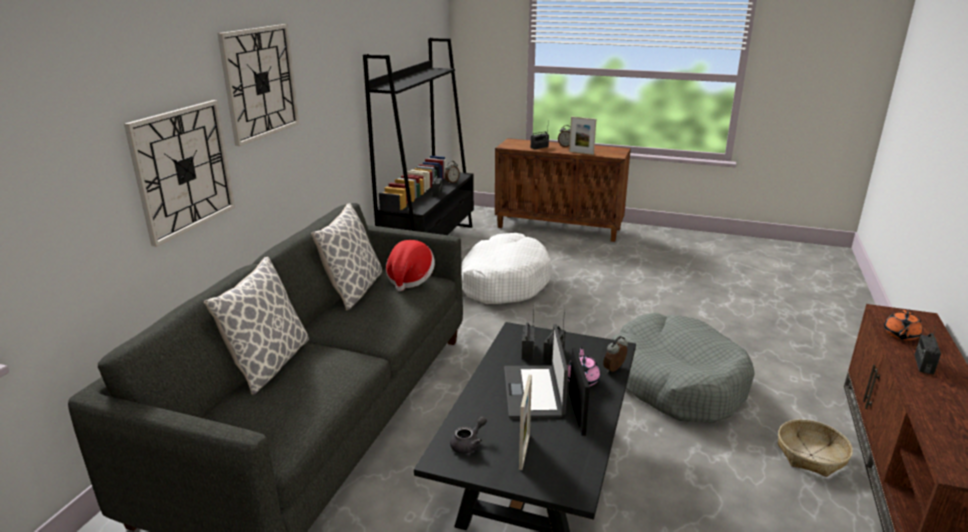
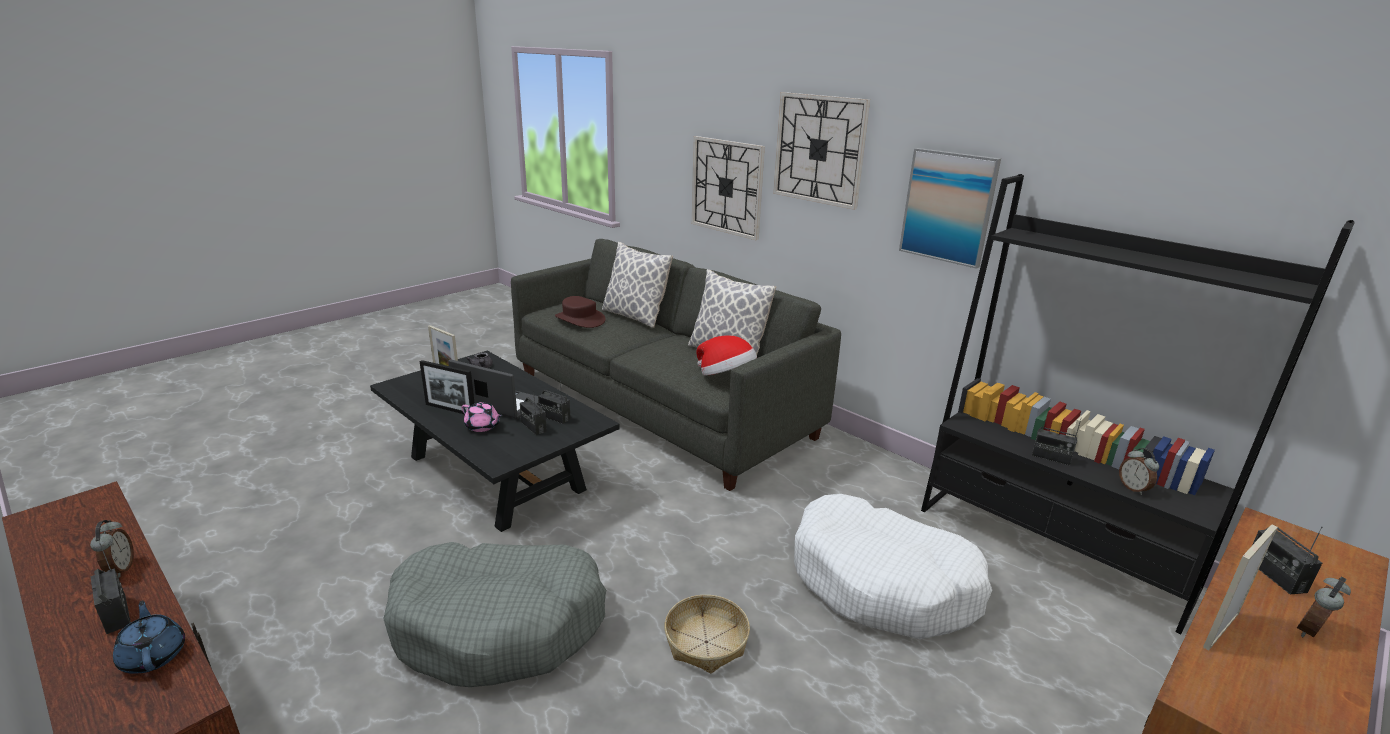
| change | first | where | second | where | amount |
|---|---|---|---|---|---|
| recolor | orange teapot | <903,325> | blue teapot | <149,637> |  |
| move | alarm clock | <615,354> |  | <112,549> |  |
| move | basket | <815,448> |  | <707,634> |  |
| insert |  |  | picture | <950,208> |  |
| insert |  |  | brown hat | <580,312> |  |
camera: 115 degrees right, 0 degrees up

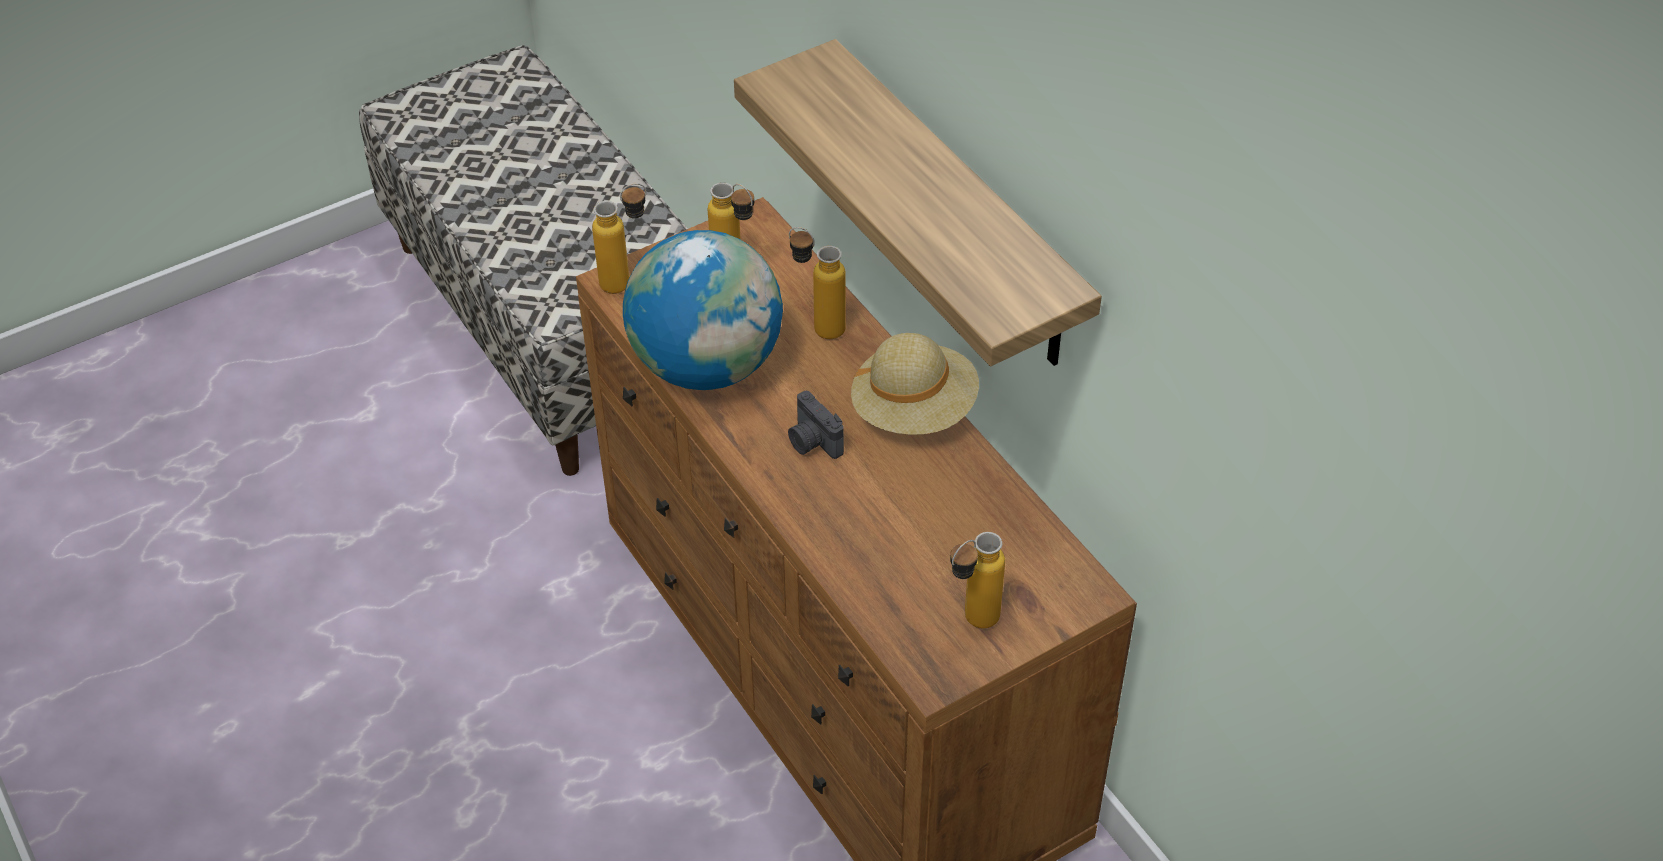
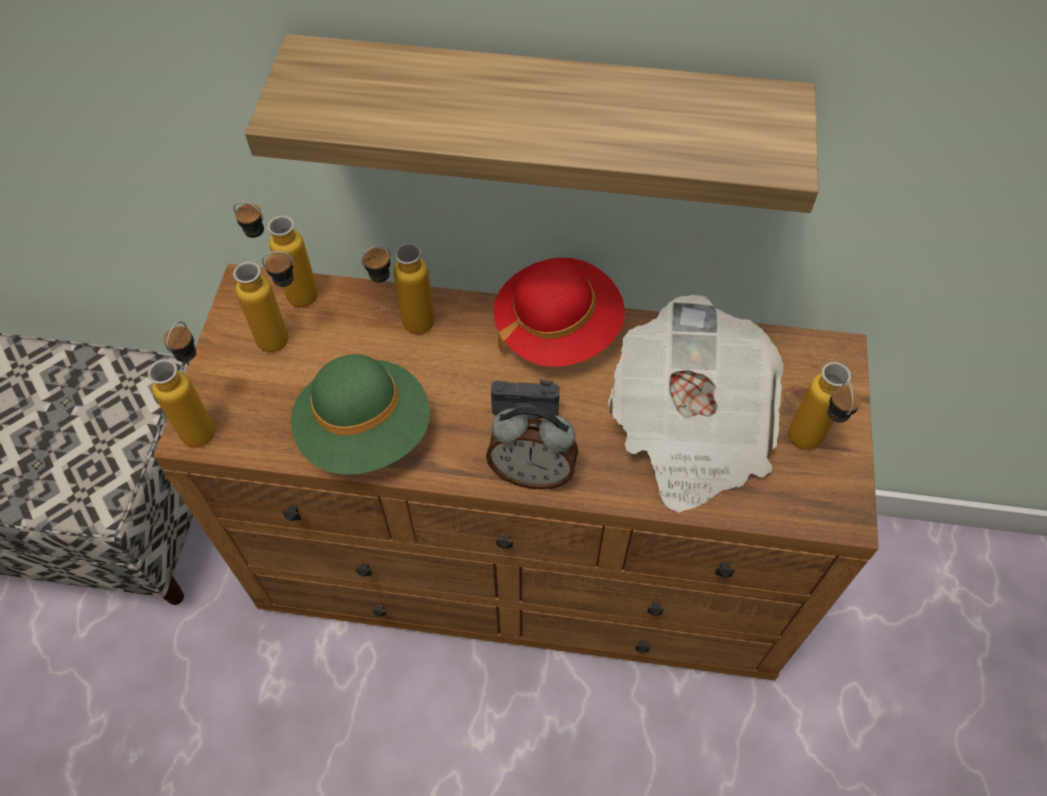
| change | first | where | second | where | amount |
|---|---|---|---|---|---|
| replace | globe | <703,310> | green hat | <360,414> |  |
| recolor | beige hat | <915,384> | red hat | <559,312> |  |
| insert |  |  | bottle | <275,254> |  |
| insert |  |  | newspaper | <696,404> |  |
| insert |  |  | alarm clock | <532,448> |  |
camera: 50 degrees left, 10 degrees up

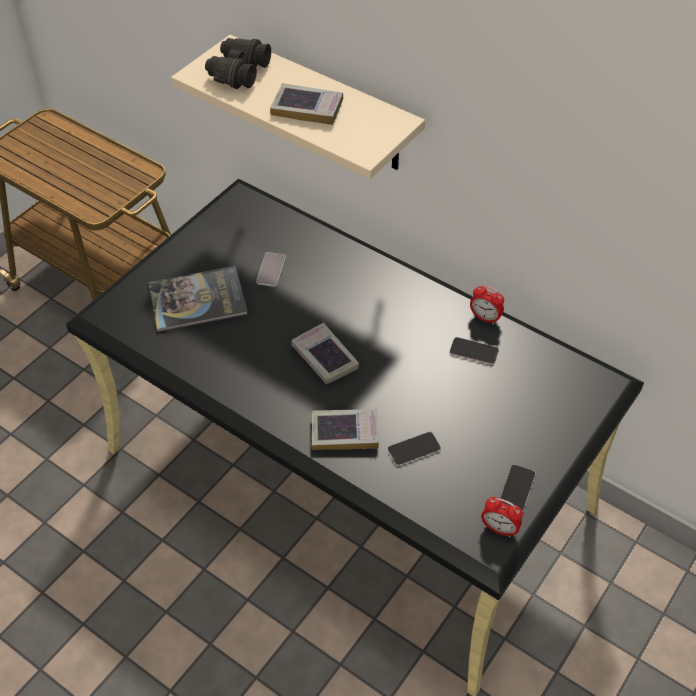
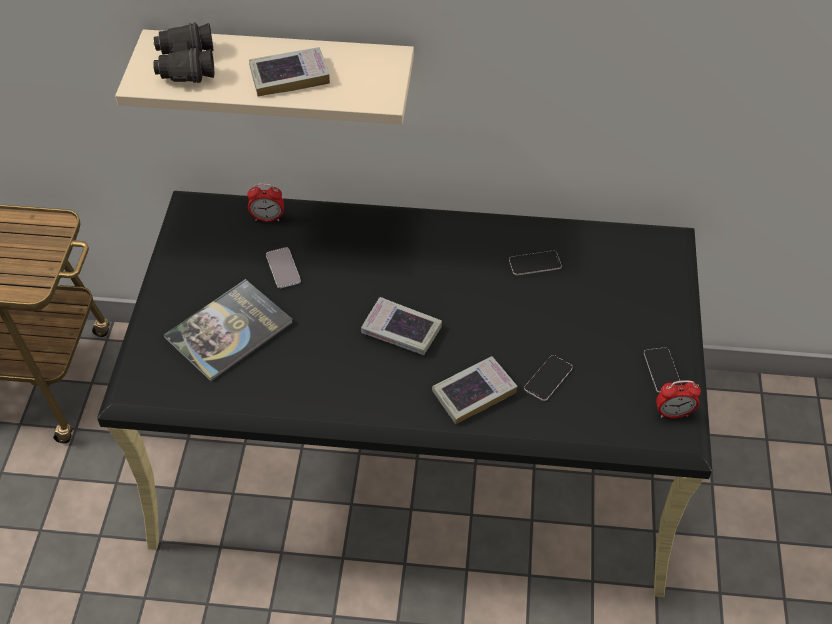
| change | first | where | second | where | amount |
|---|---|---|---|---|---|
| move | alarm clock | <487,305> |  | <265,202> |  |
camera: 30 degrees left, 0 degrees up

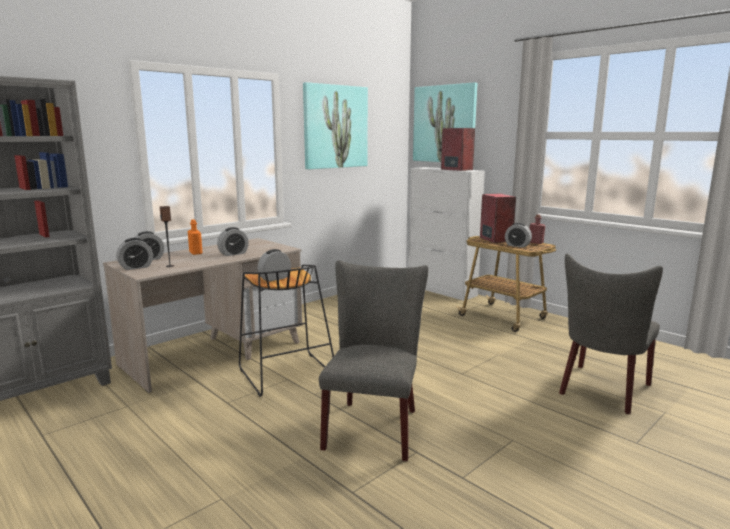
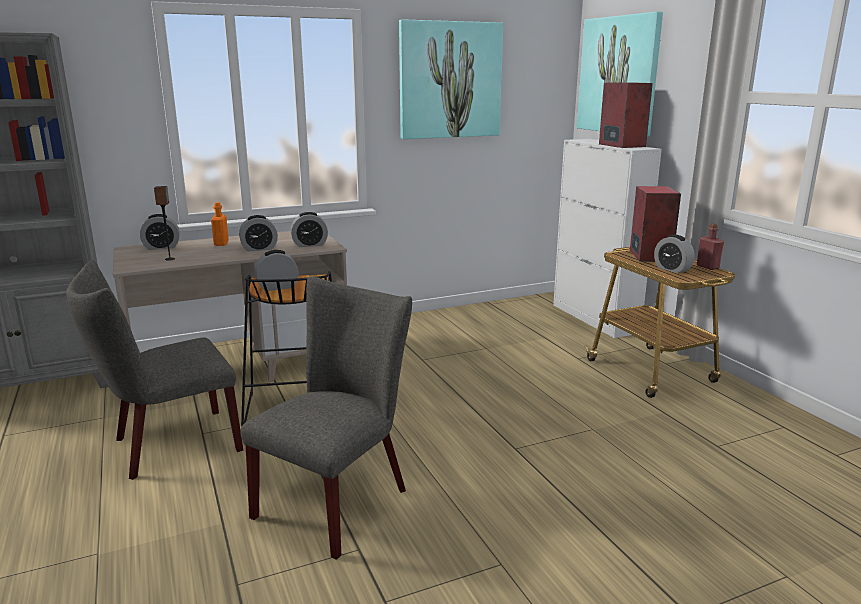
| change | first | where | second | where | amount |
|---|---|---|---|---|---|
| move | alarm clock | <134,254> |  | <309,229> |  |
| move | grey chair | <611,333> |  | <154,370> |  |
camera: 20 degrees right, 5 degrees up

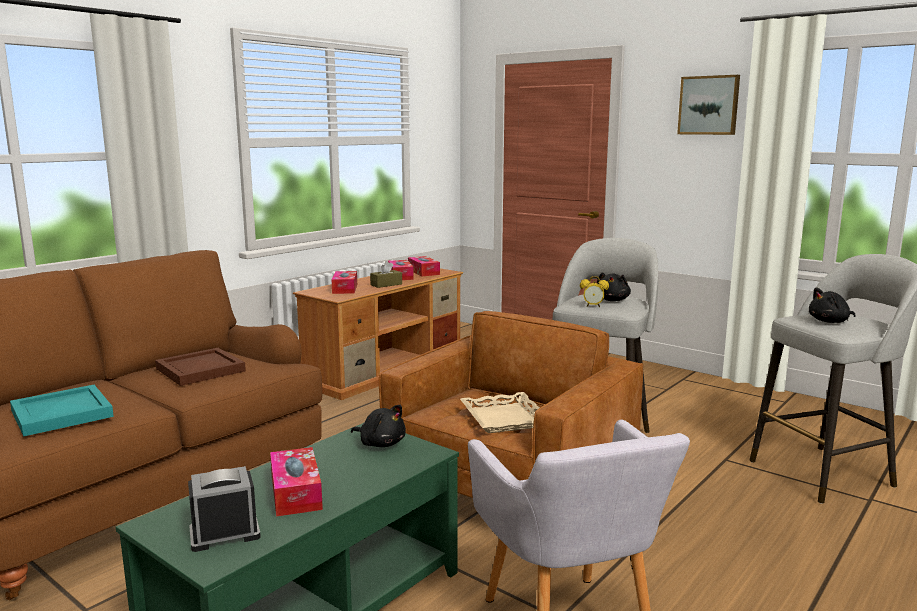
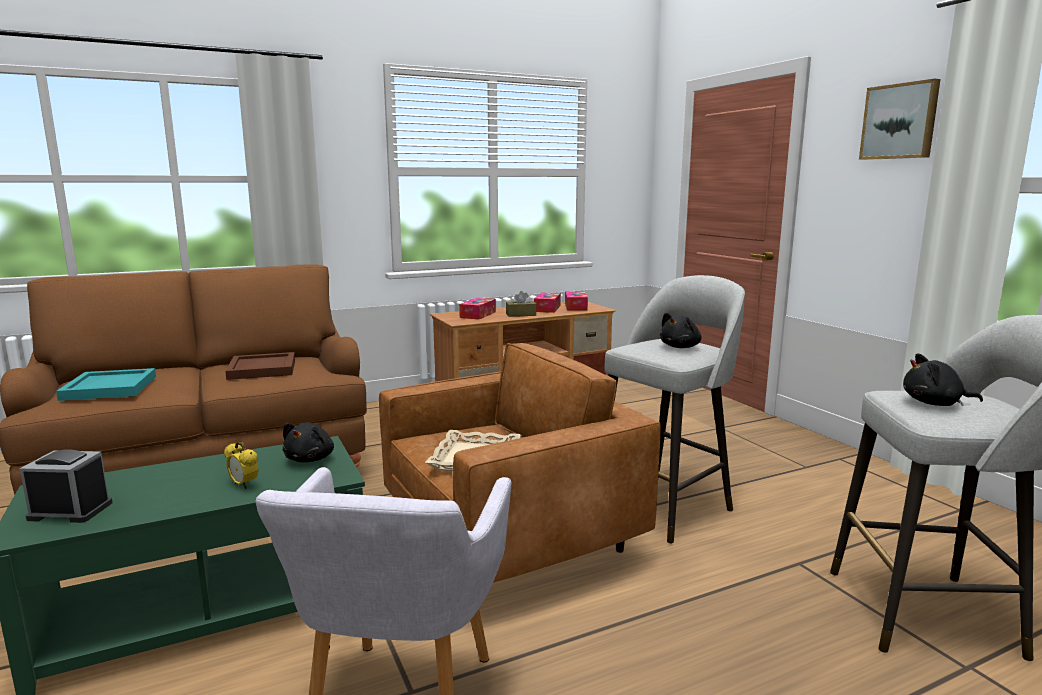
| change | first | where | second | where | amount |
|---|---|---|---|---|---|
| move | alarm clock | <594,291> |  | <241,465> |  |
| rotate | black plush toy | <378,426> |  | <308,443> | 45 degrees clockwise |
| delete | tissue box | <296,482> |  |  |  |
camera: 25 degrees right, 0 degrees up

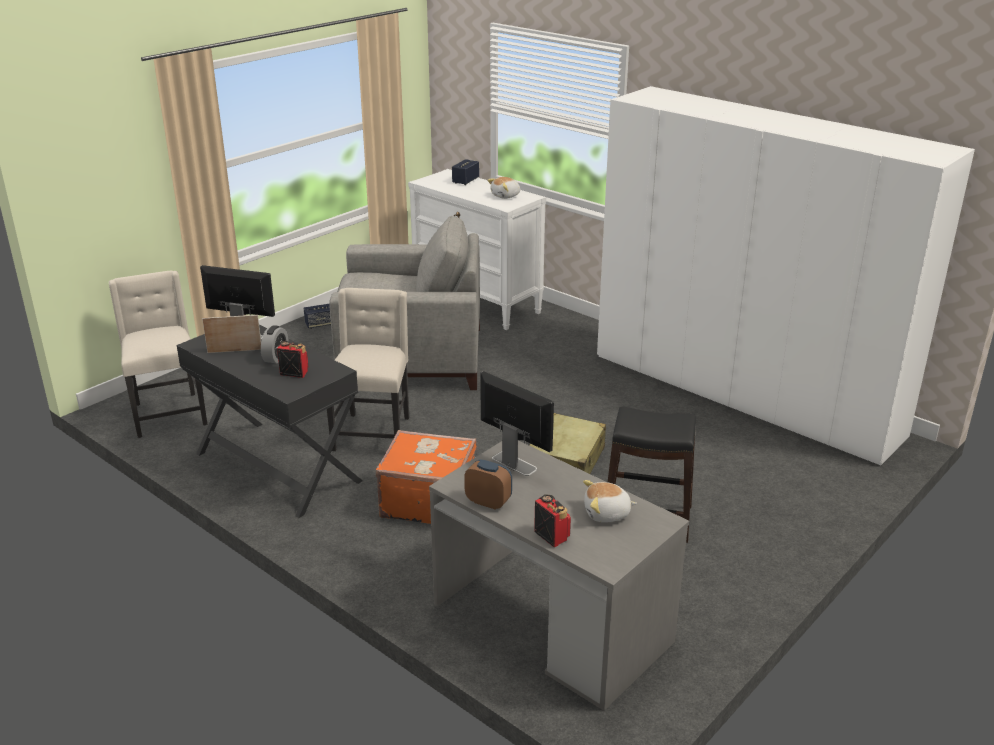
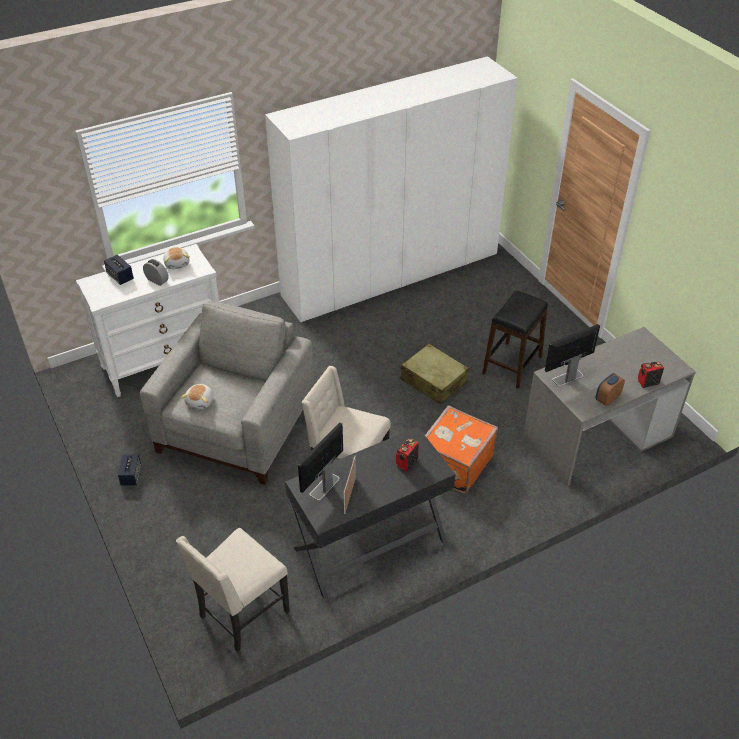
| change | first | where | second | where | amount |
|---|---|---|---|---|---|
| rotate | beige chair | <158,354> |  | <233,590> | 45 degrees counterclockwise |
| move | alarm clock | <274,344> |  | <156,272> |  |
| move | plush toy | <610,501> |  | <197,396> |  |
camera: 70 degrees left, 15 degrees up

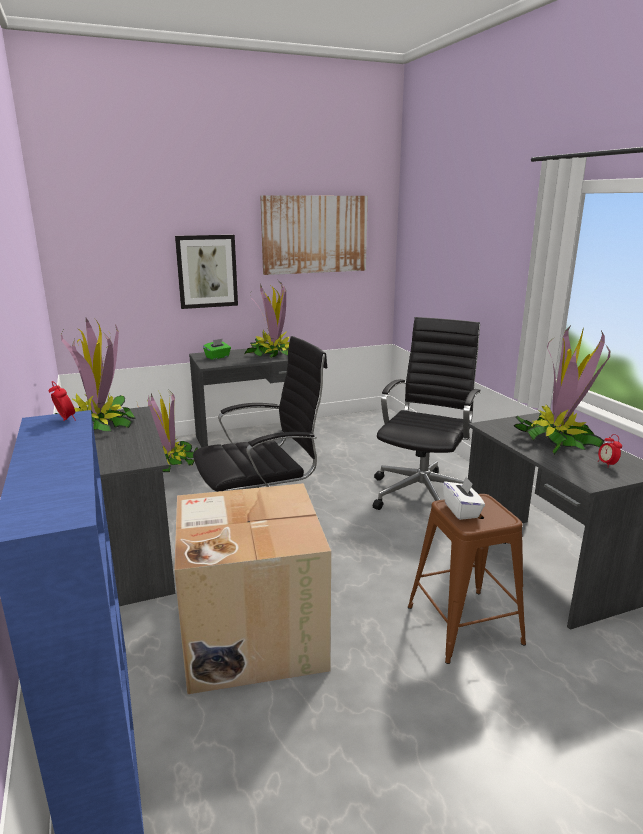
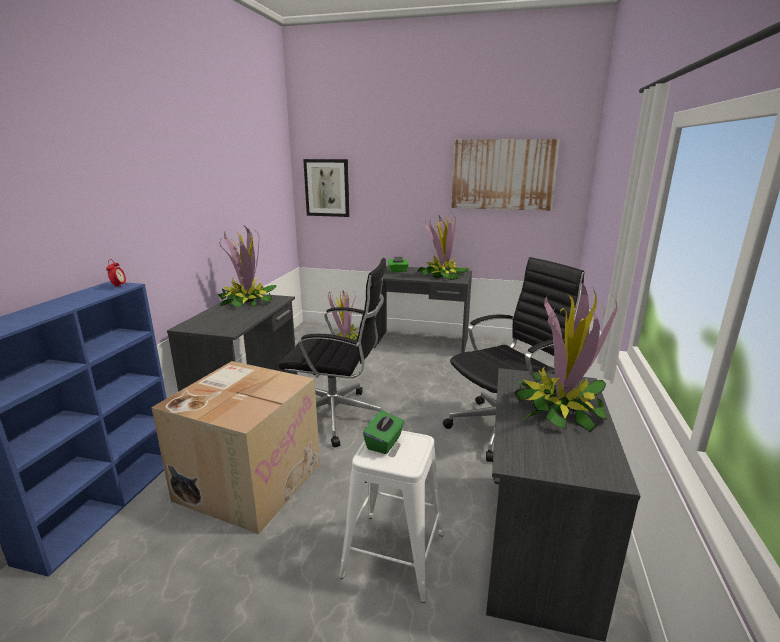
| change | first | where | second | where | amount |
|---|---|---|---|---|---|
| move | picture | <206,272> |  | <326,188> |  |
| delete | alarm clock | <610,451> |  |  |  |
| recolor | white tissue box | <464,498> | green tissue box | <383,432> |  |
| recolor | brown stool | <467,579> | white stool | <391,517> |  |
camera: 35 degrees right, 0 degrees up

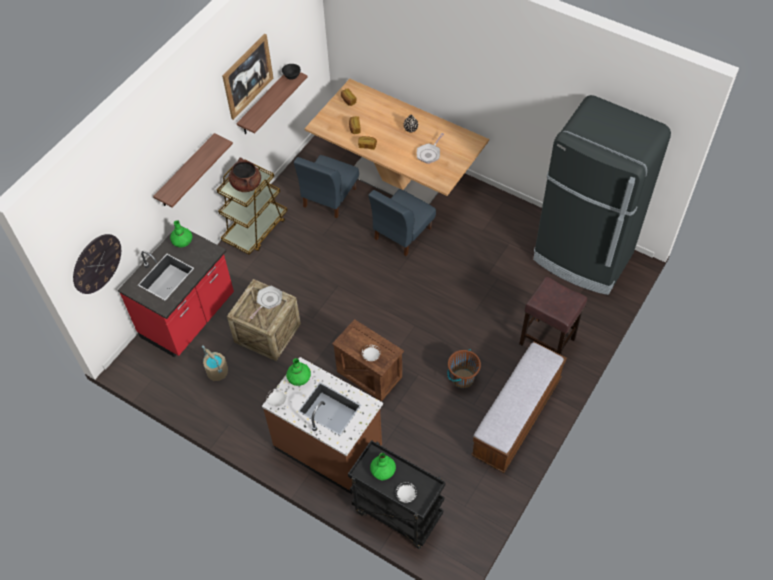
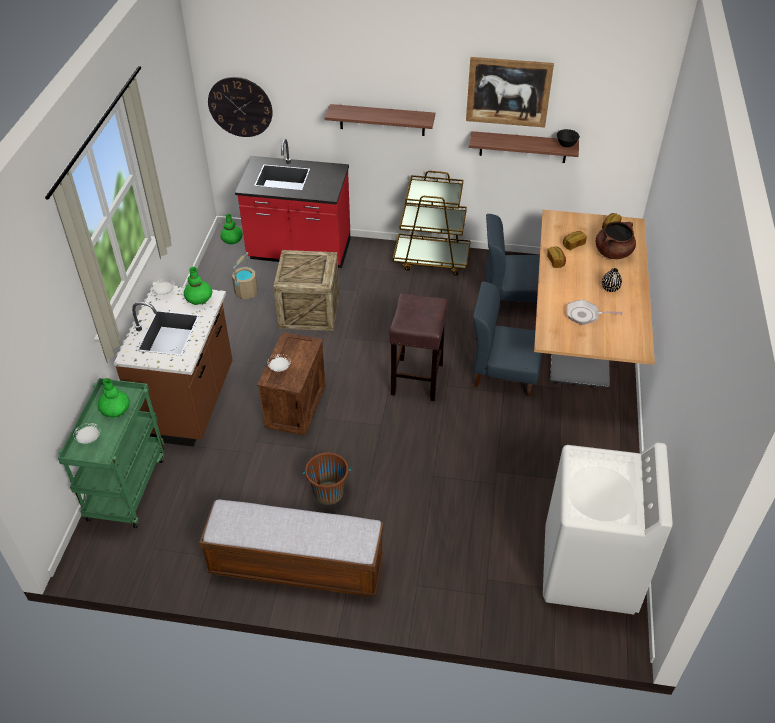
| change | first | where | second | where | amount |
|---|---|---|---|---|---|
| replace | black fridge | <602,195> | white washing machine | <608,528> |  |
| move | brown cooking pot | <245,174> |  | <616,240> |  |
| move | green vase | <181,233> |  | <231,229> |  |
| move | brown stool | <553,316> |  | <418,347> |  |
| delete | frying pan | <266,302> |  |  |  |
| recolor | black cart | <397,494> | green cart | <111,453> |  |
camera: 65 degrees right, 10 degrees down

